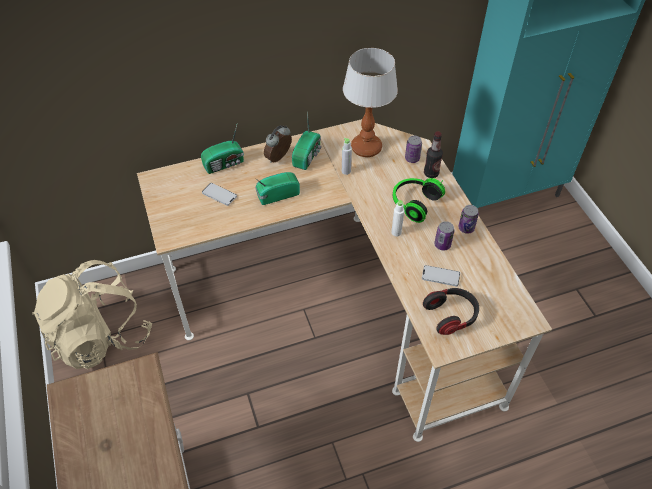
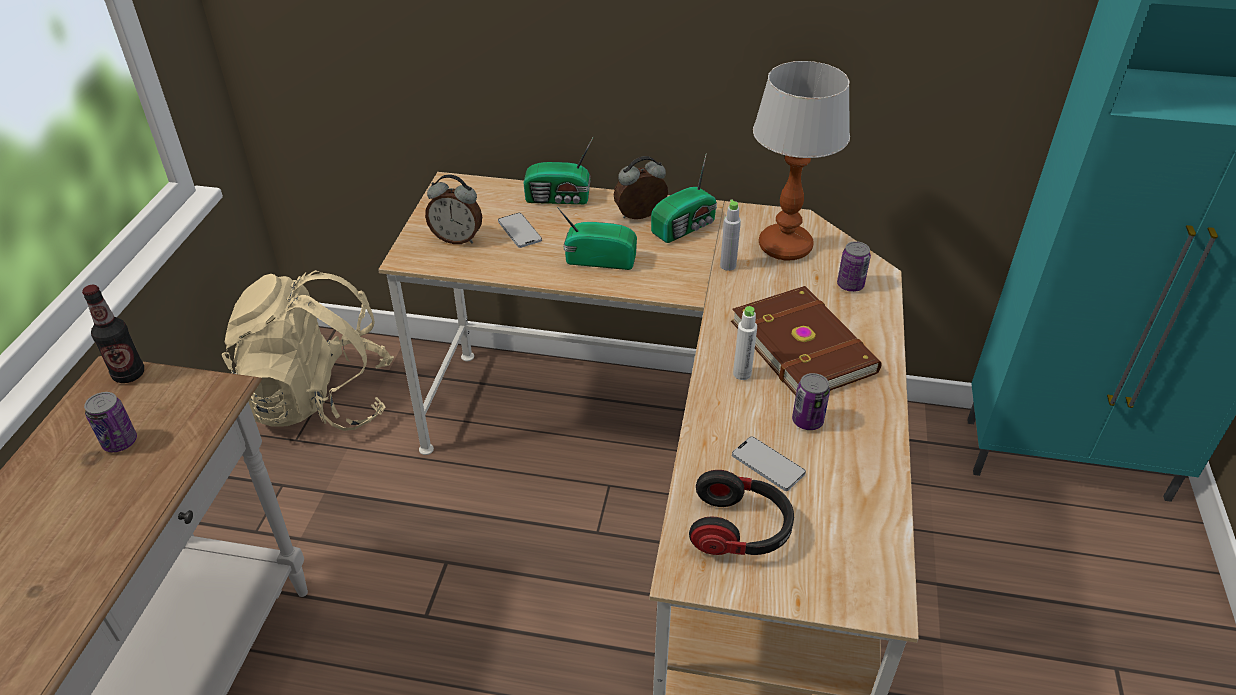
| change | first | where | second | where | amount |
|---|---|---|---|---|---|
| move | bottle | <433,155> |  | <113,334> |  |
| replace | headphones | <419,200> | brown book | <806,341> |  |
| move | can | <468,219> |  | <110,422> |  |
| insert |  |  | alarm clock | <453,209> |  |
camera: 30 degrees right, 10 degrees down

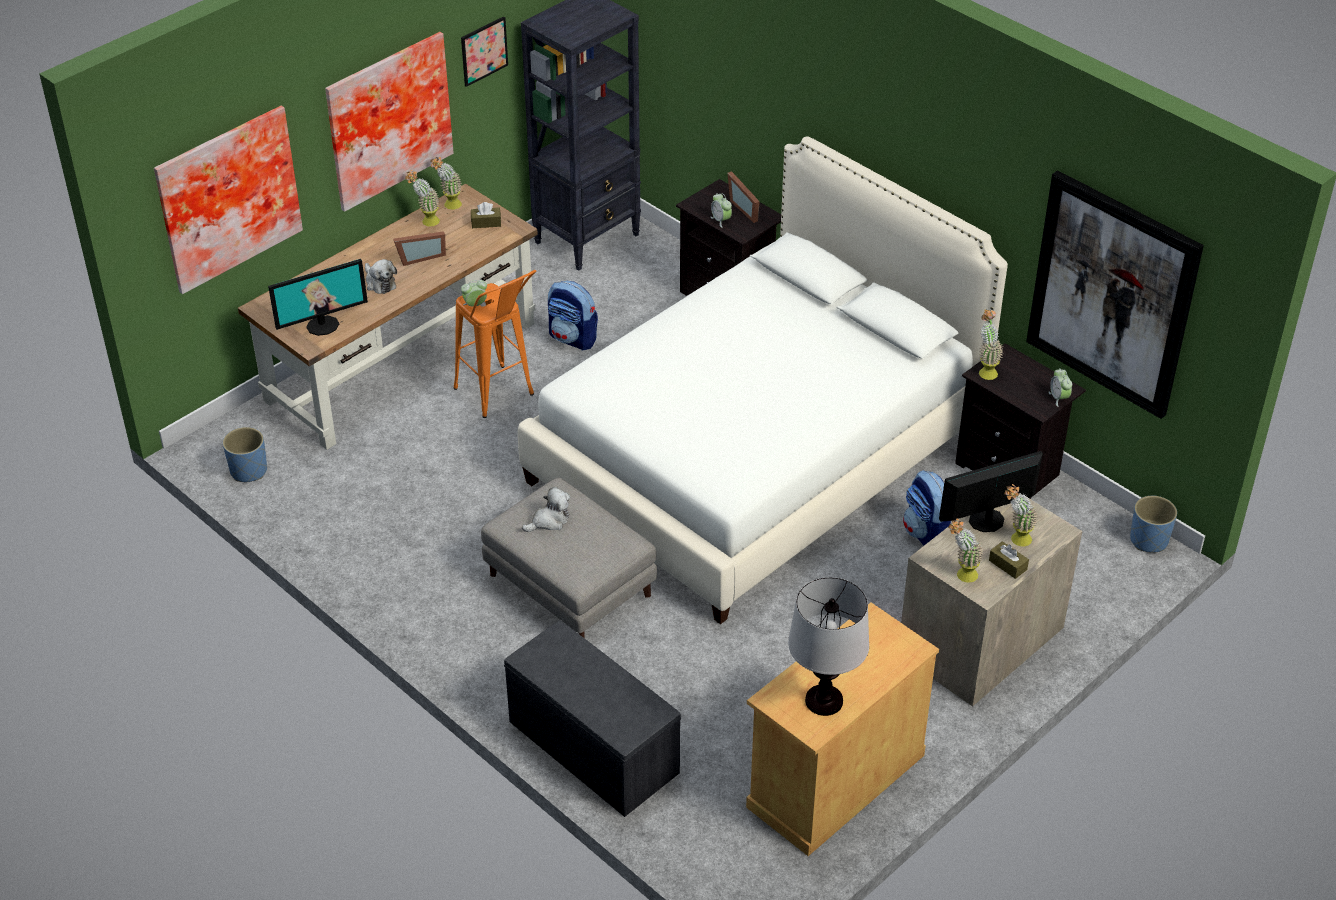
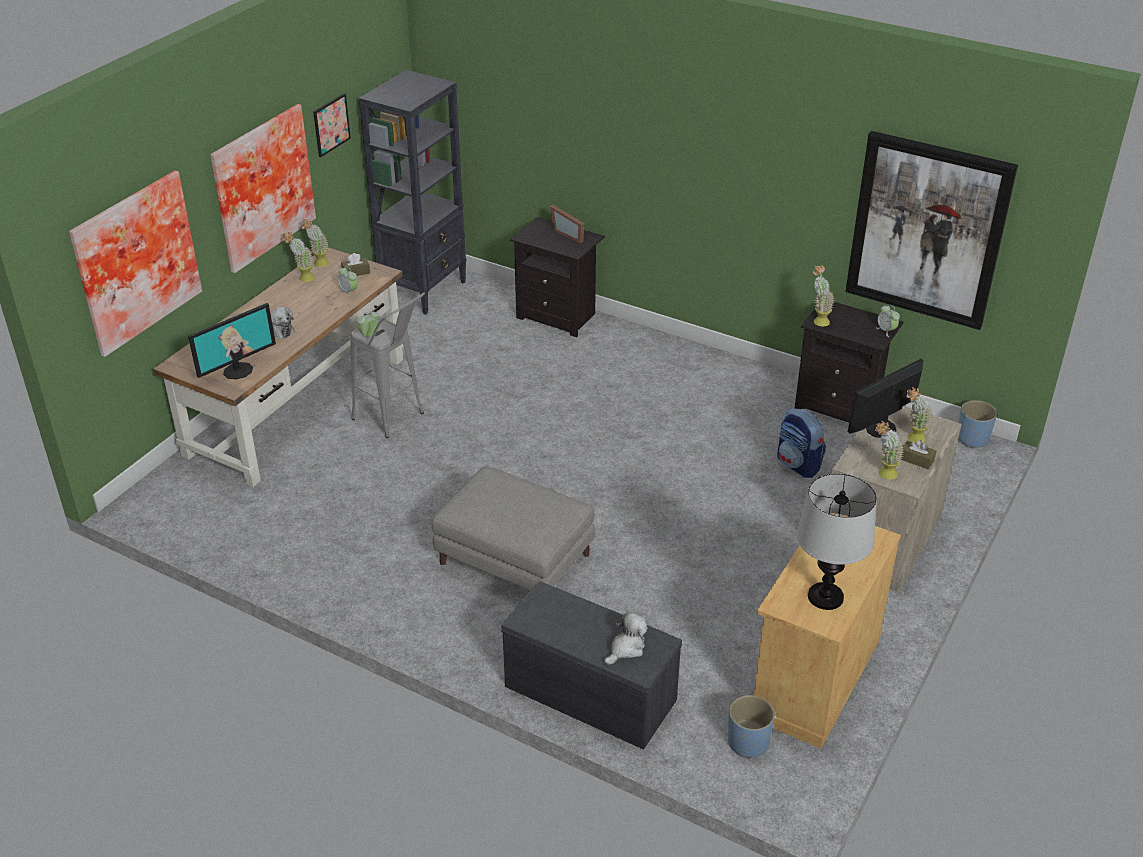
| change | first | where | second | where | amount |
|---|---|---|---|---|---|
| delete | white bed | <763,380> |  |  |  |
| move | alarm clock | <721,210> |  | <348,282> |  |
| delete | picture frame | <419,249> |  |  |  |
| recolor | orange stool | <495,344> | grey stool | <387,365> |  |
| delete | backpack | <573,315> |  |  |  |
| move | blue planter | <245,454> |  | <751,726> |  |
| move | plush toy | <546,509> |  | <625,638> |  |
camera: 15 degrees left, 5 degrees down

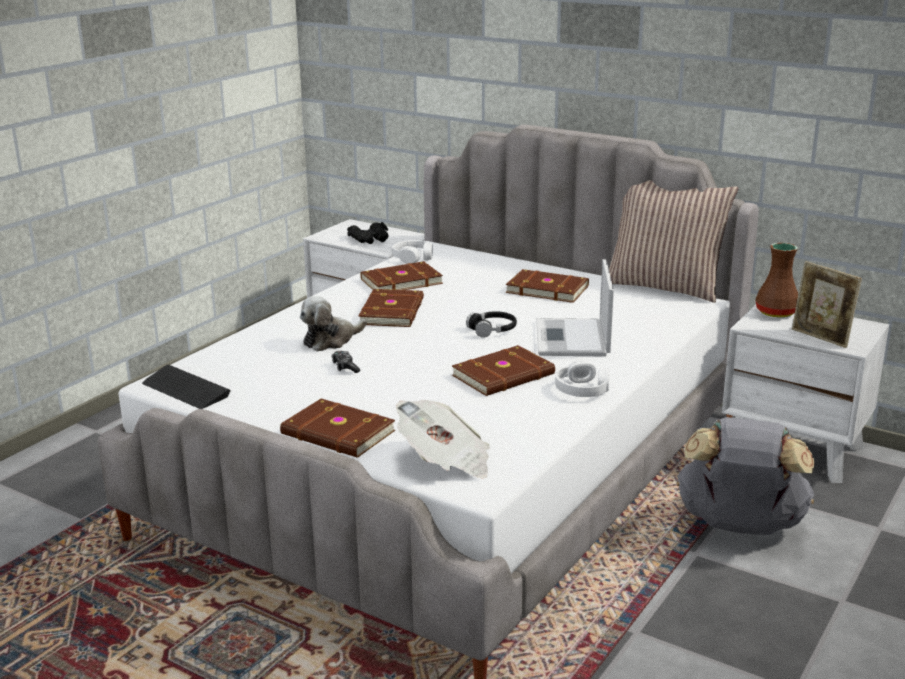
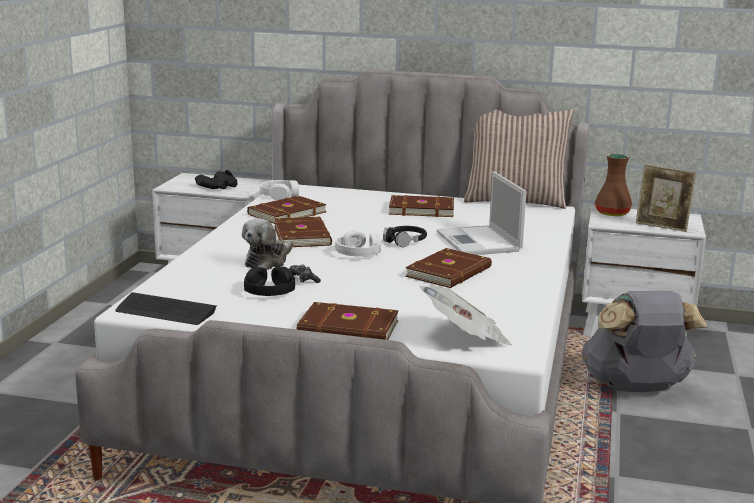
| change | first | where | second | where | amount |
|---|---|---|---|---|---|
| move | white headphones | <582,378> |  | <358,243> |  |
| insert |  |  | black headphones | <269,281> |  |
camera: 20 degrees left, 5 degrees down

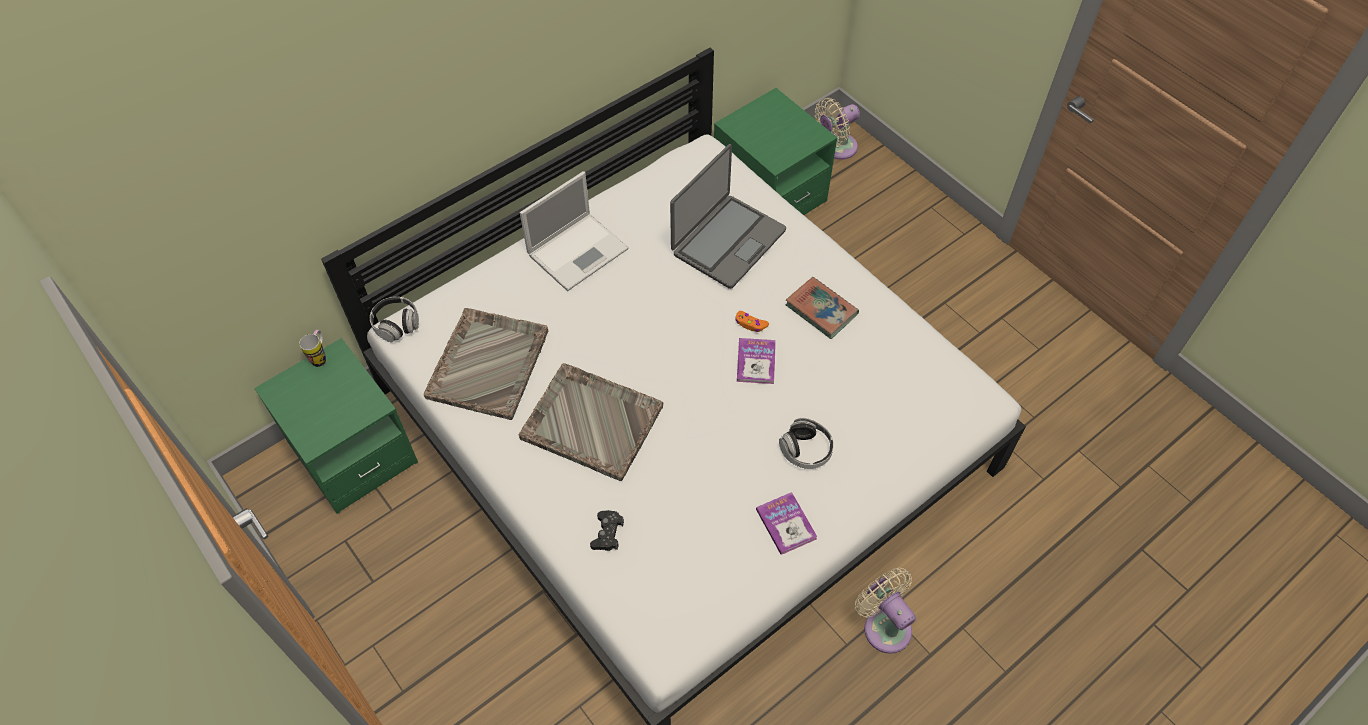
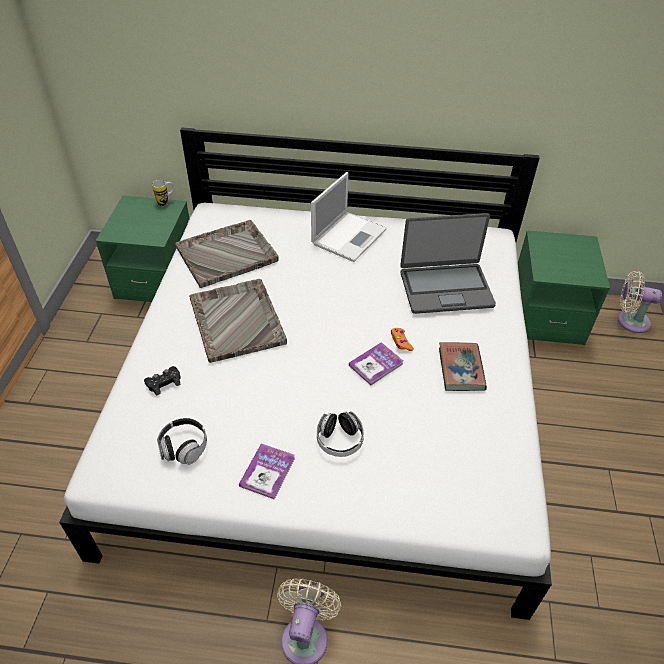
| change | first | where | second | where | amount |
|---|---|---|---|---|---|
| rotate | laptop | <574,231> |  | <349,217> | 60 degrees counterclockwise |
| move | headphones | <394,319> |  | <182,441> |  |
camera: 45 degrees right, 10 degrees down

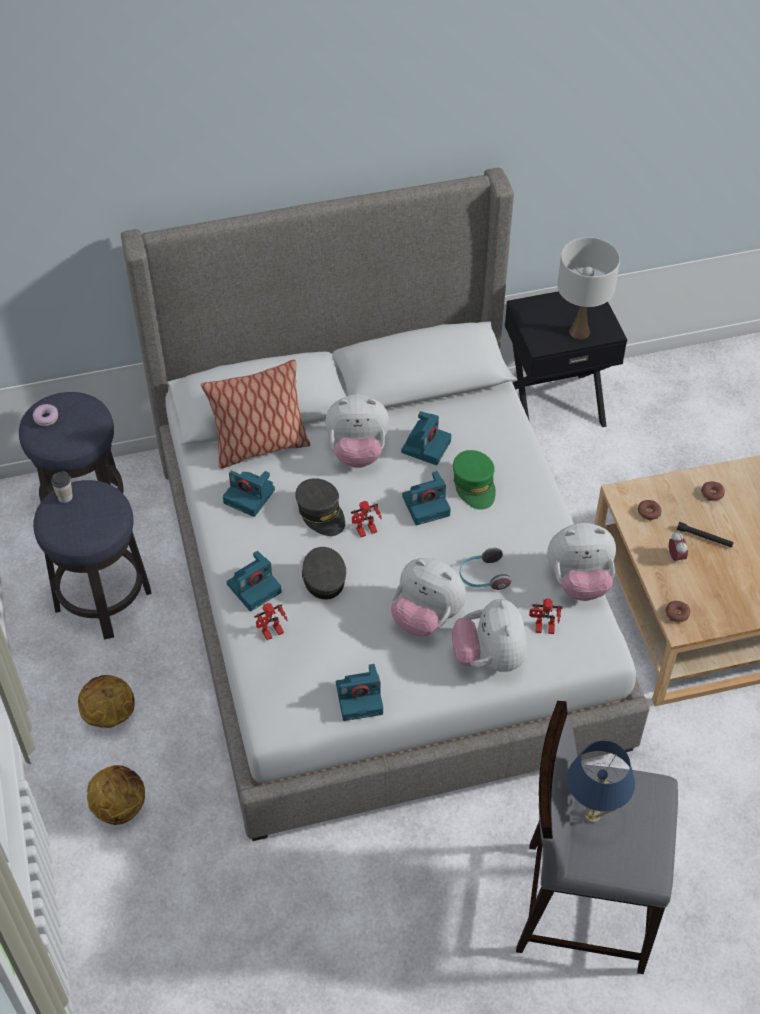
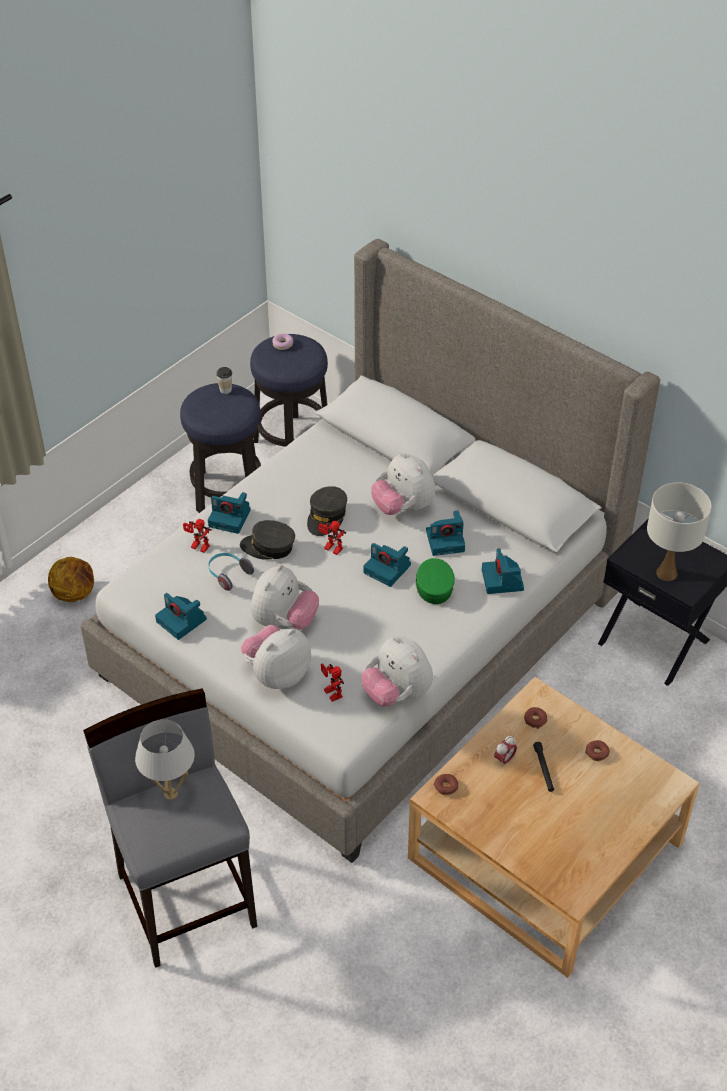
| change | first | where | second | where | amount |
|---|---|---|---|---|---|
| delete | pillow | <255,414> |  |  |  |
| rotate | green cap | <474,480> |  | <435,581> | 135 degrees clockwise |
| move | photo camera | <249,494> |  | <503,571> |  |
| rotate | grey cap | <324,573> |  | <267,539> | 120 degrees counterclockwise |
| move | headphones | <485,569> |  | <231,572> |  |
| rotate | plush toy | <428,597> |  | <285,596> | 150 degrees counterclockwise |
| delete | basketball | <106,701> |  |  |  |
| recolor | blue table lamp | <601,782> | white table lamp | <165,759> |  |
camera: 55 degrees right, 5 degrees down

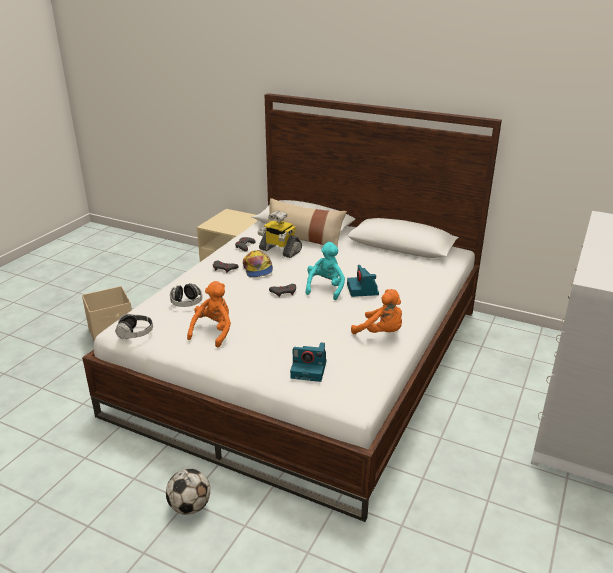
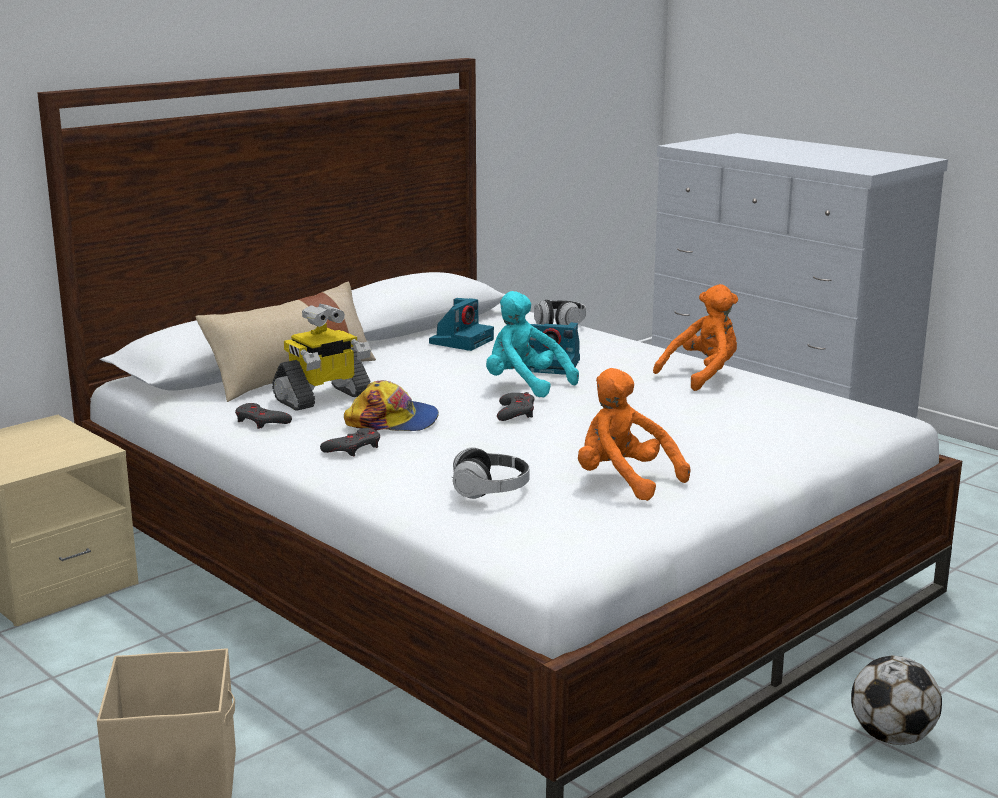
| change | first | where | second | where | amount |
|---|---|---|---|---|---|
| move | headphones | <134,326> |  | <560,312> |  |
| move | photo camera | <308,362> |  | <461,324> |  |
camera: 70 degrees left, 10 degrees down

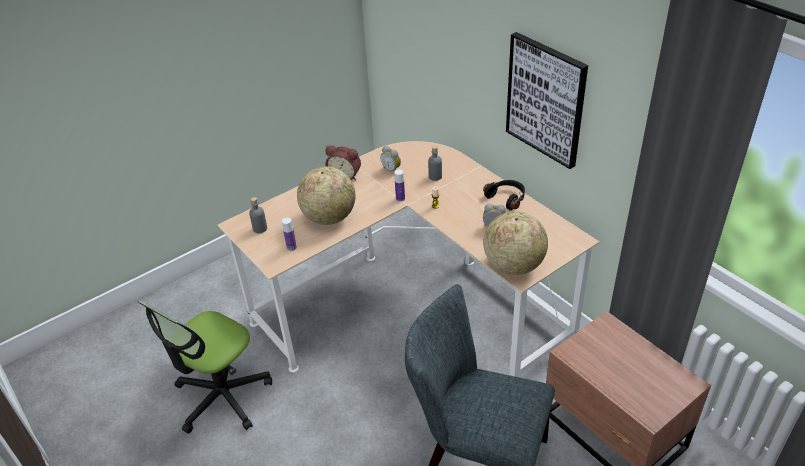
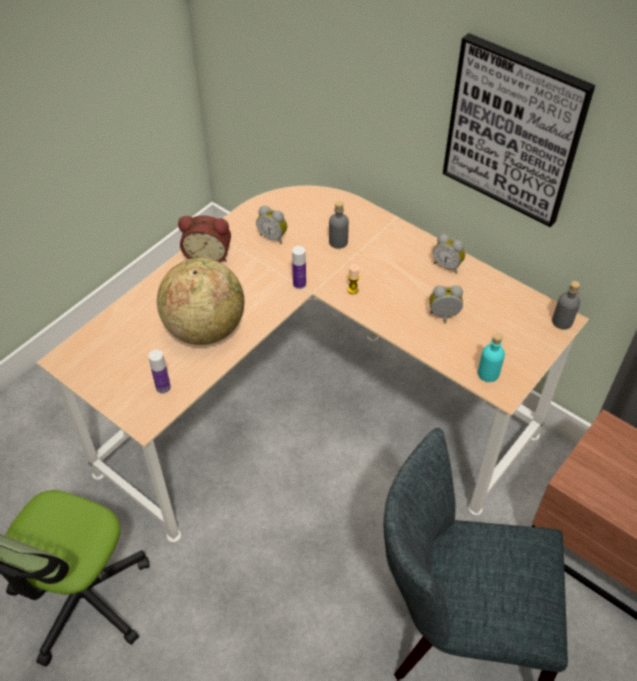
| change | first | where | second | where | amount |
|---|---|---|---|---|---|
| replace | black headphones | <504,195> | alarm clock | <449,254> |  |
| move | grey bottle | <258,215> |  | <566,305> |  |
| replace | globe | <515,243> | turquoise bottle | <491,357> |  |
camera: 15 degrees left, 10 degrees up

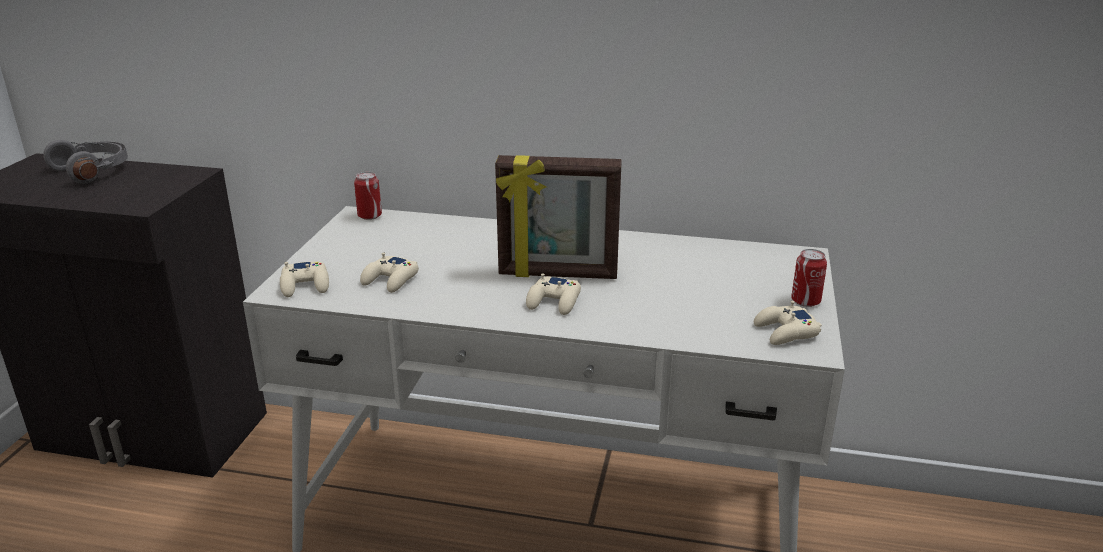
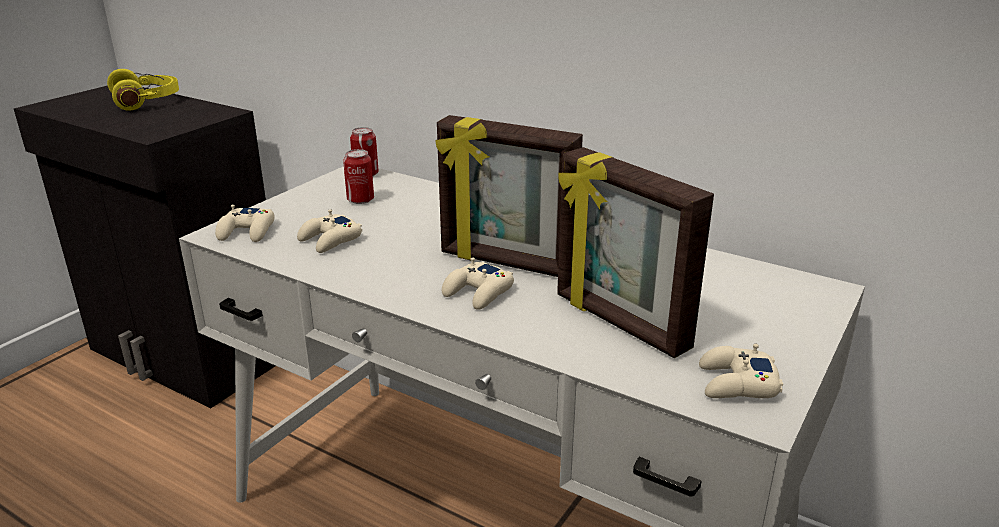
| change | first | where | second | where | amount |
|---|---|---|---|---|---|
| recolor | grey headphones | <85,162> | yellow headphones | <143,90> |  |
| move | can | <809,278> |  | <358,176> |  |
| insert |  |  | picture frame | <635,252> |  |
camera: 20 degrees right, 0 degrees up

